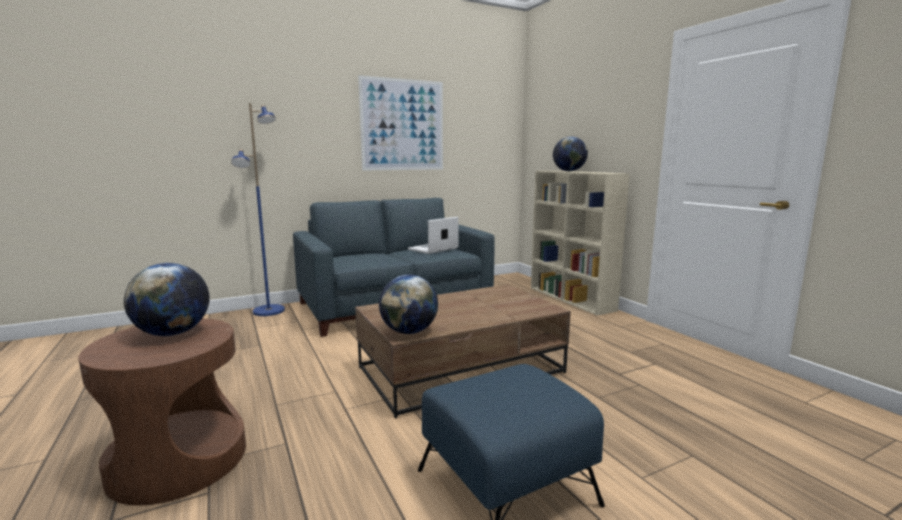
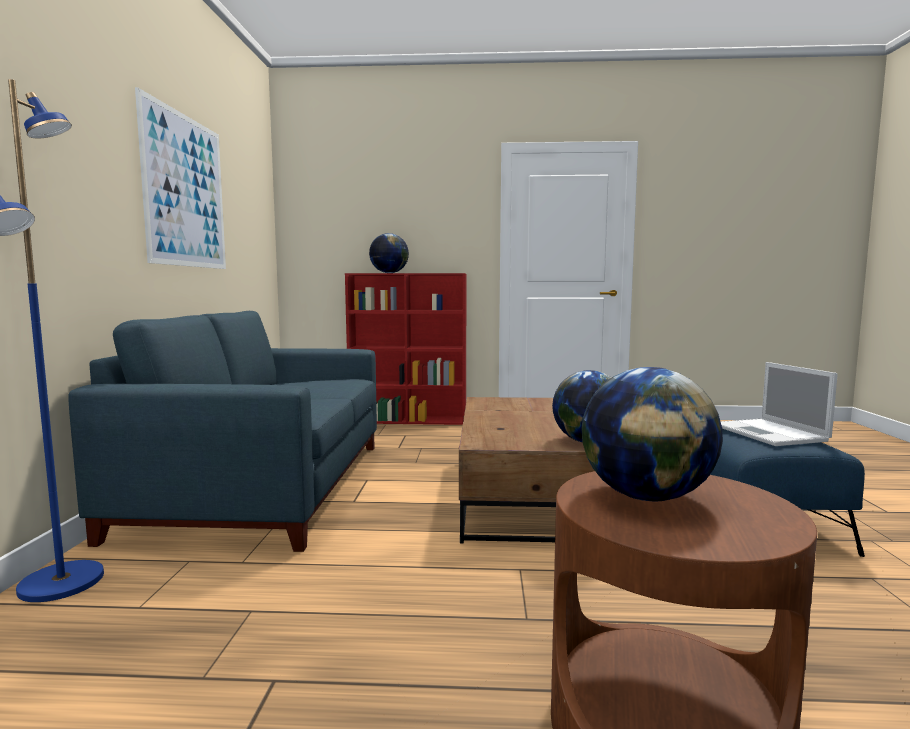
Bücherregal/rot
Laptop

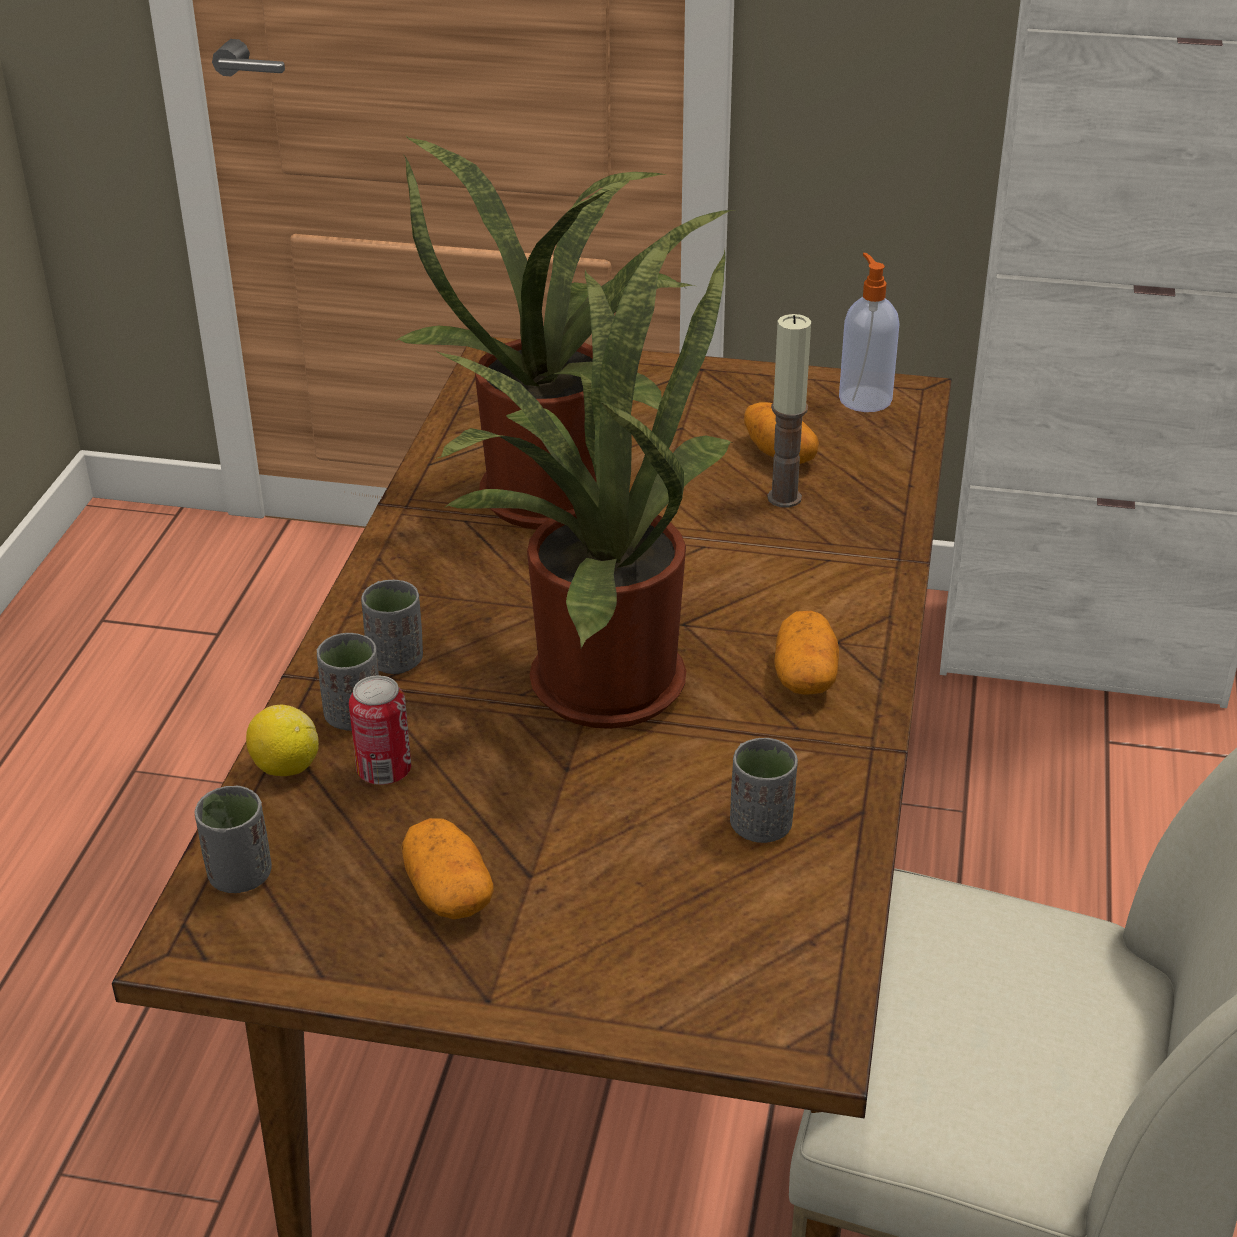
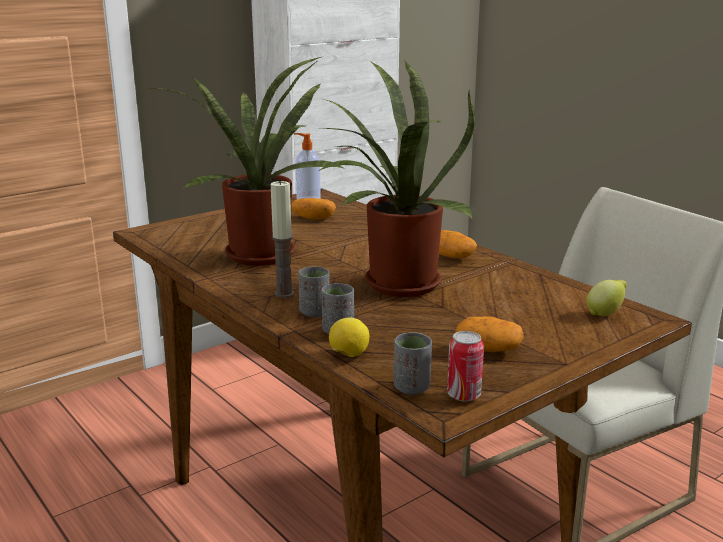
Kerze
Dose
Tasse/grau (4th from left in the first image)
Zitrone (2nd from left)

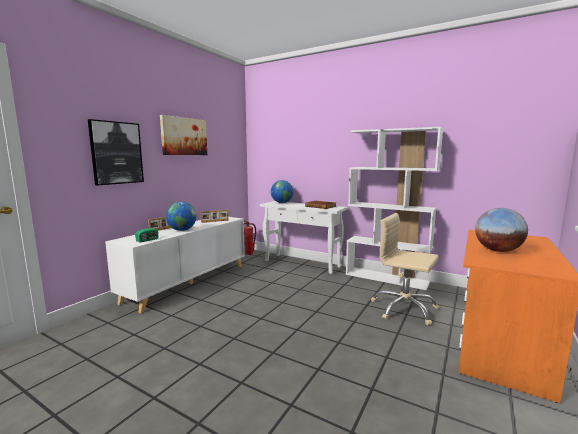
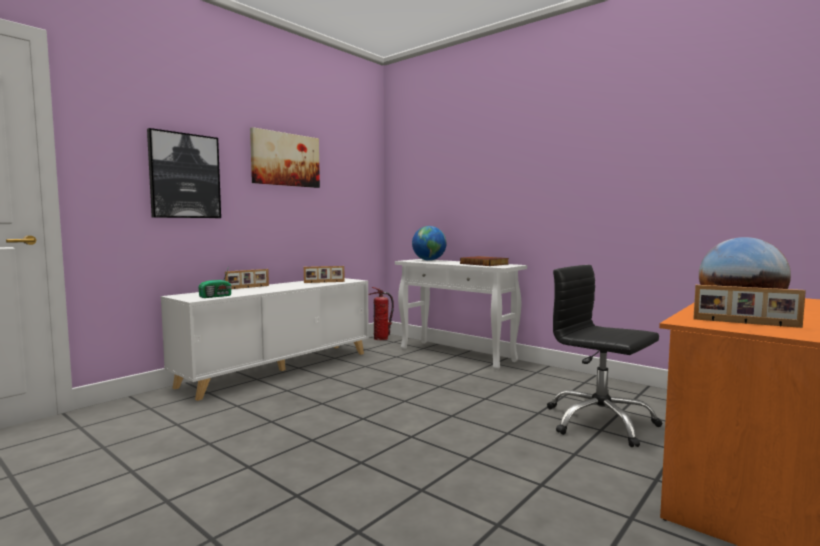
Bücherregal/weiß
Globus (1st from left in the first image)
Bürostuhl/schwarz
Bilderrahmen (3rd from left)

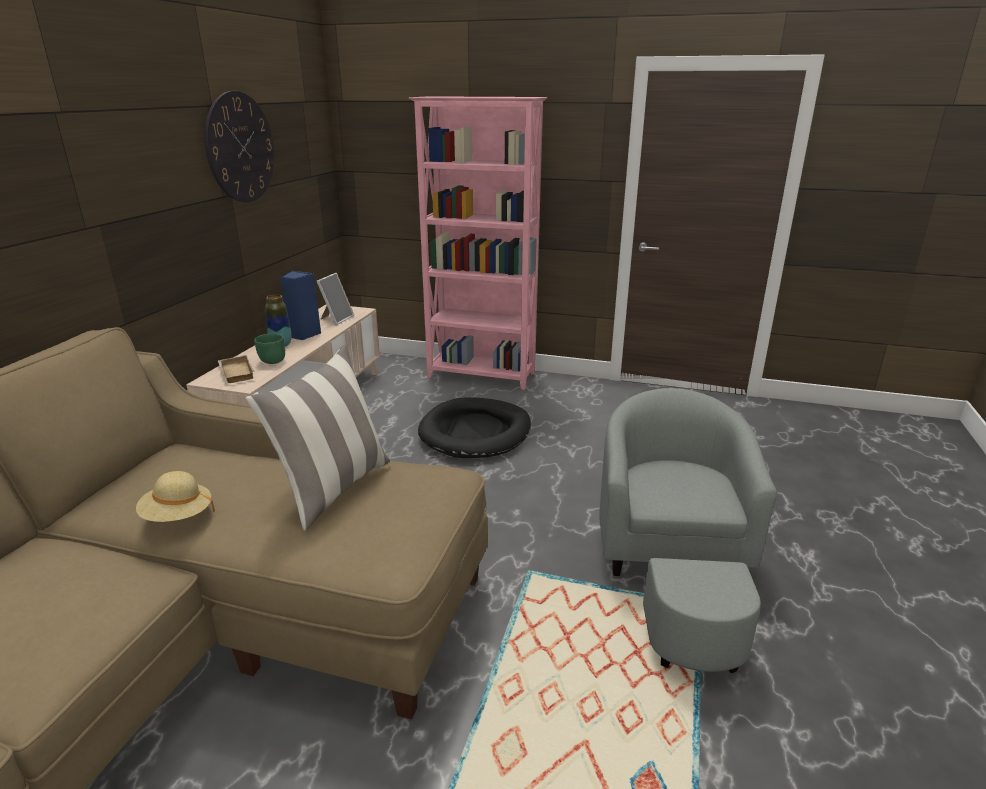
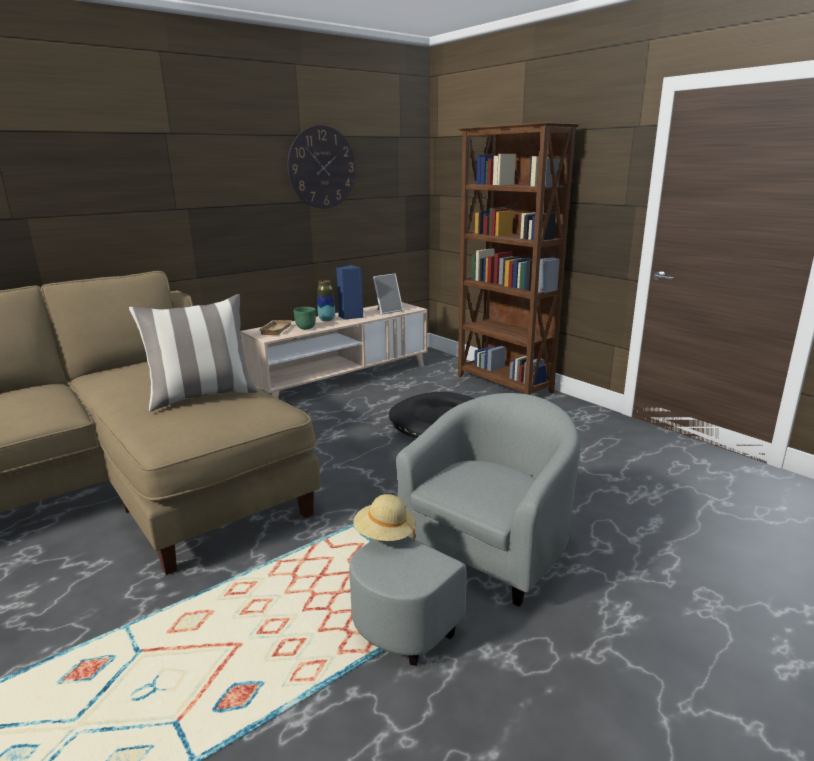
Bücherregal/braun
Hut/beige

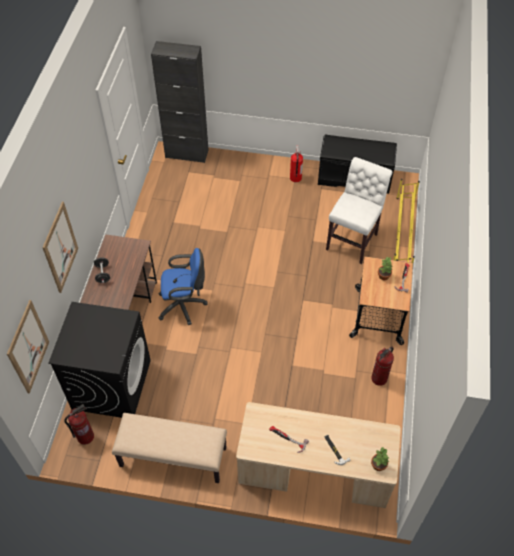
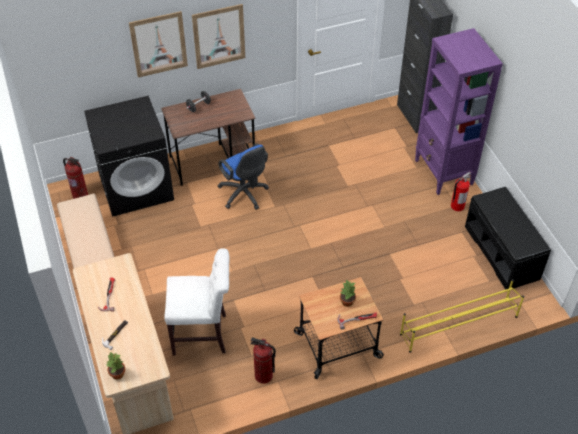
Stuhl/weiß
Bild (2nd from left)
Bücherregal/lila

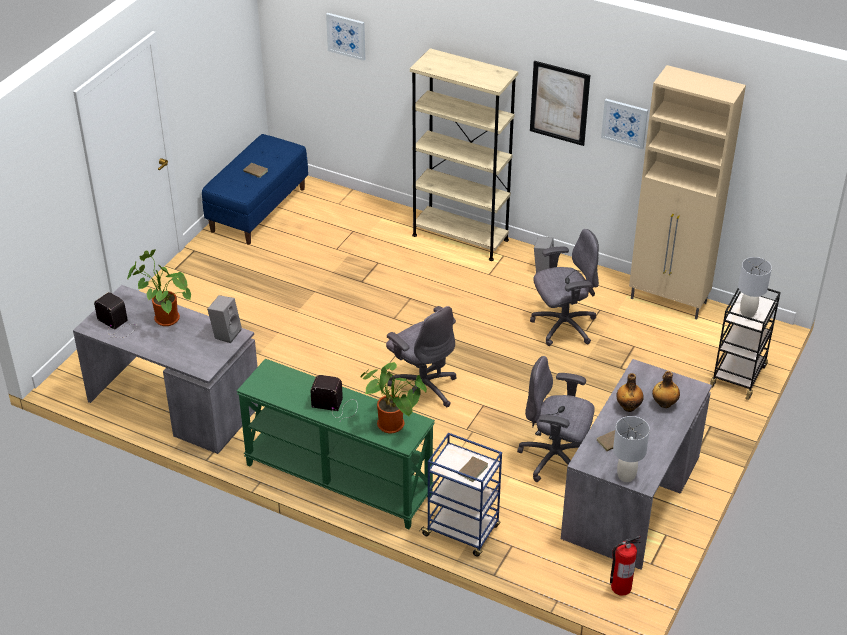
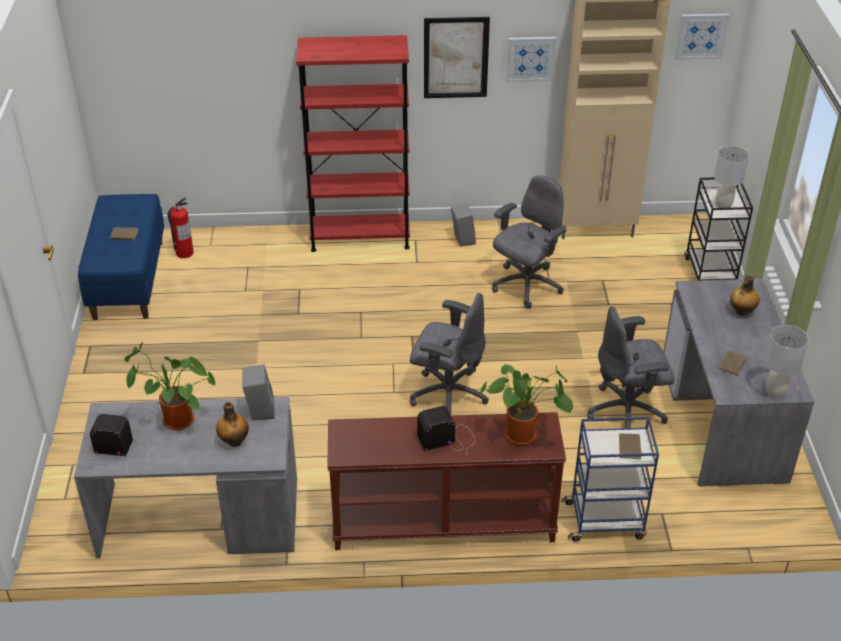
Bild (3rd from left)
Bücherregal/rot
Konsolentisch/braun
Flasche (1st from left)
Feuerlöscher

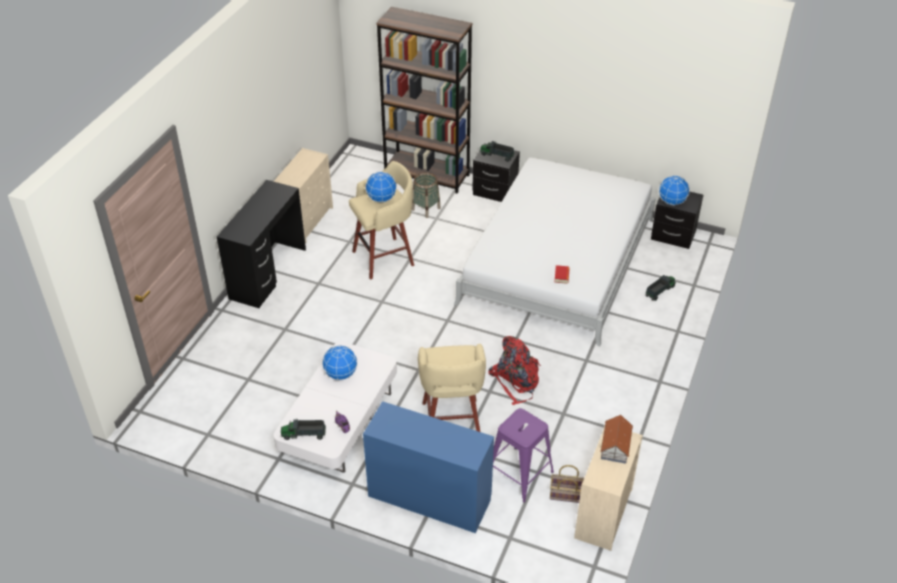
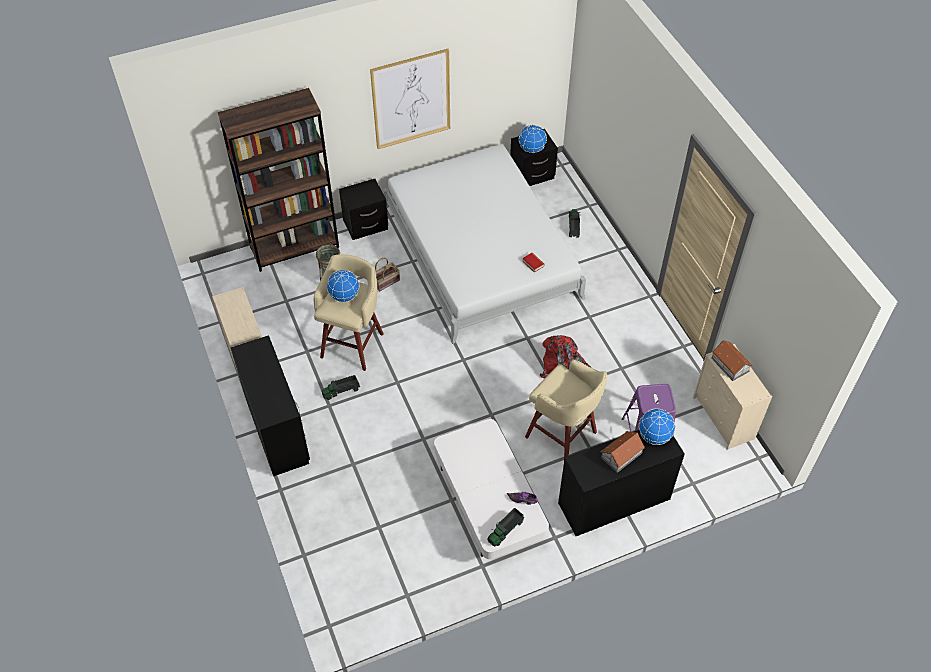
Spielzeuglaster (1st from left)
Globus (3rd from left)
Schreibtisch/schwarz (2nd from left)
Korb (2nd from left)
Bild
Spielzeughaus (1st from left)

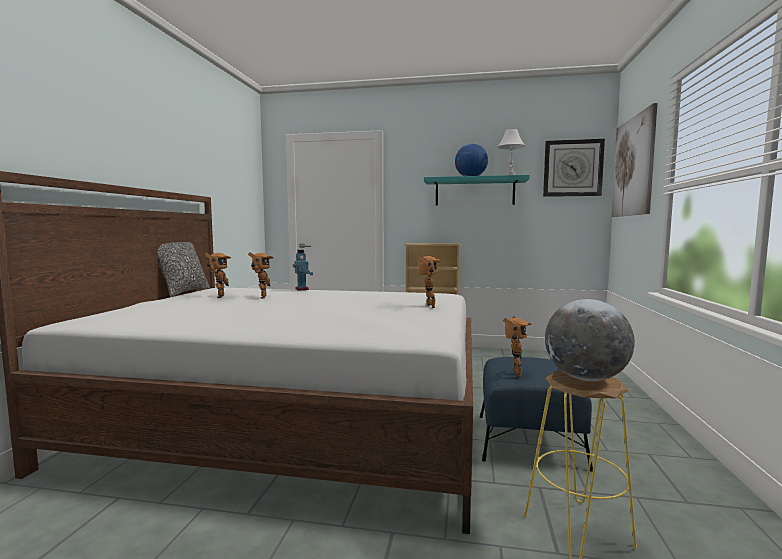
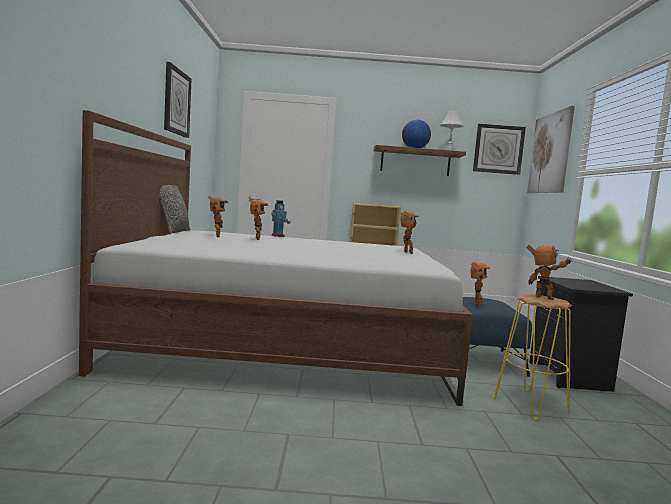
Wandregal/braun
Spielzeugroboter (6th from left)
Wanduhr (1st from left)
Nachttisch/schwarz

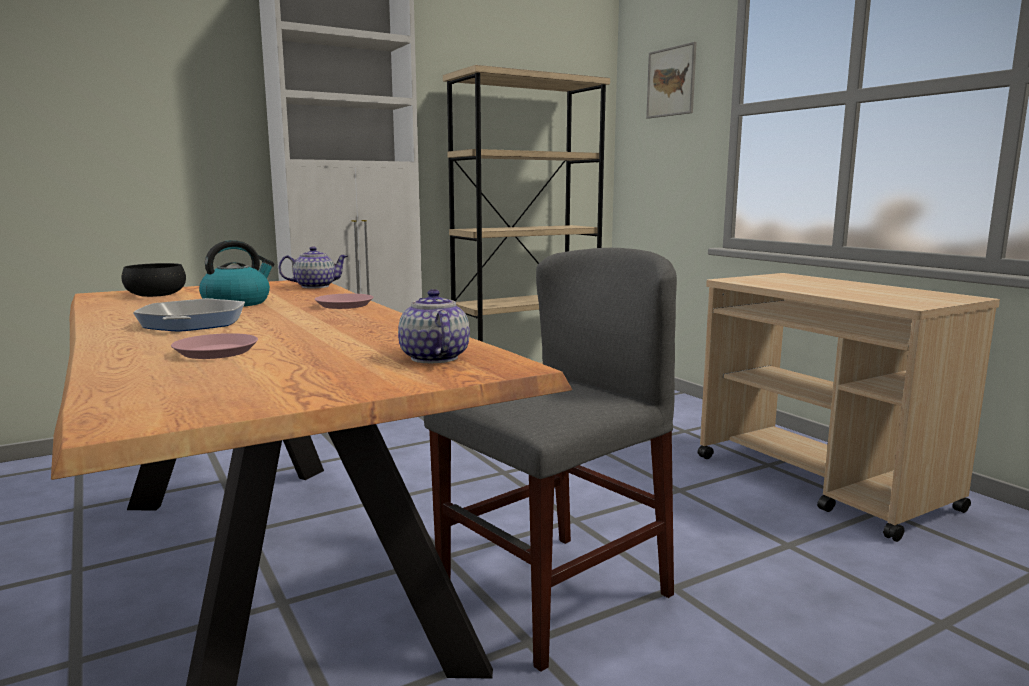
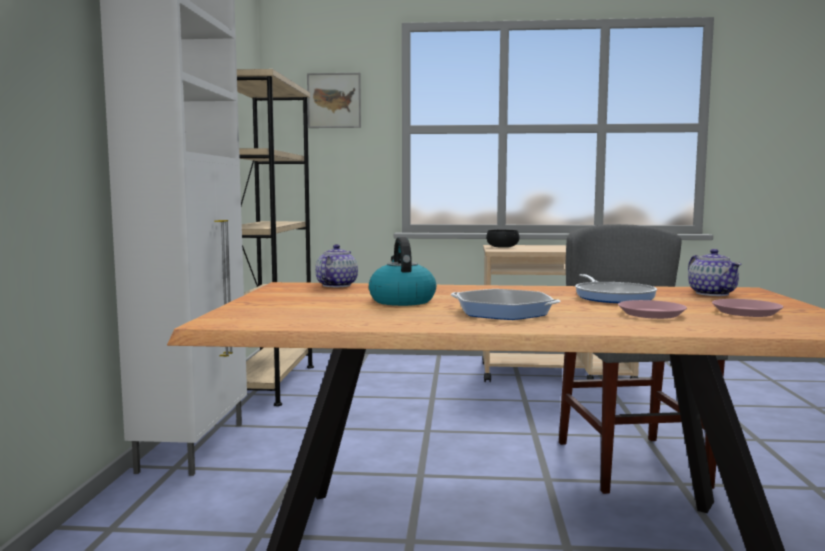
Schüssel/schwarz
Teekanne (2nd from left)
Teller/rosa (2nd from left)
Pfanne (2nd from left)

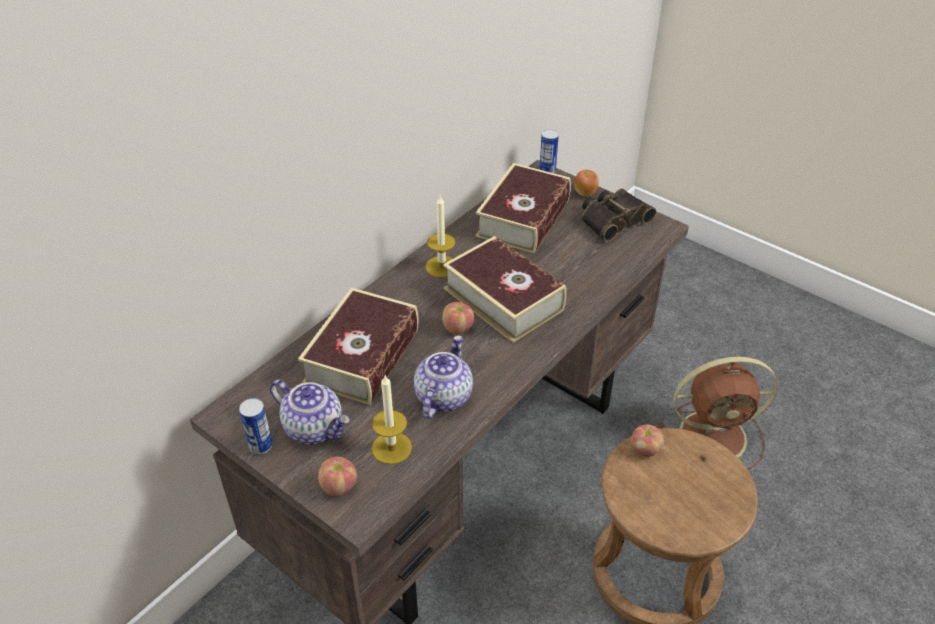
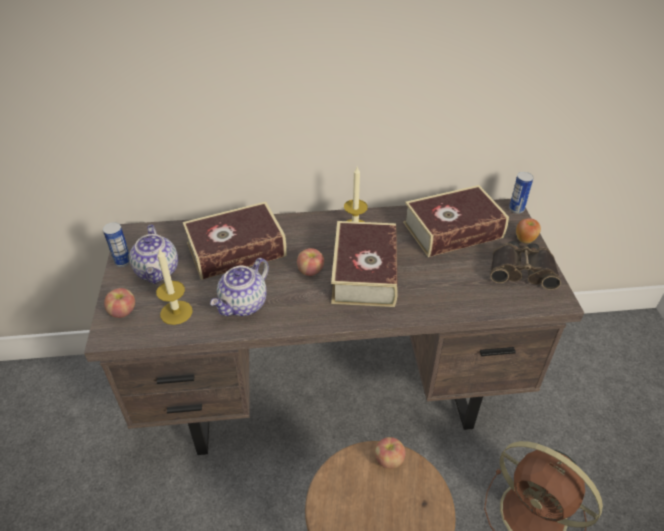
Teekanne (2nd from left)

